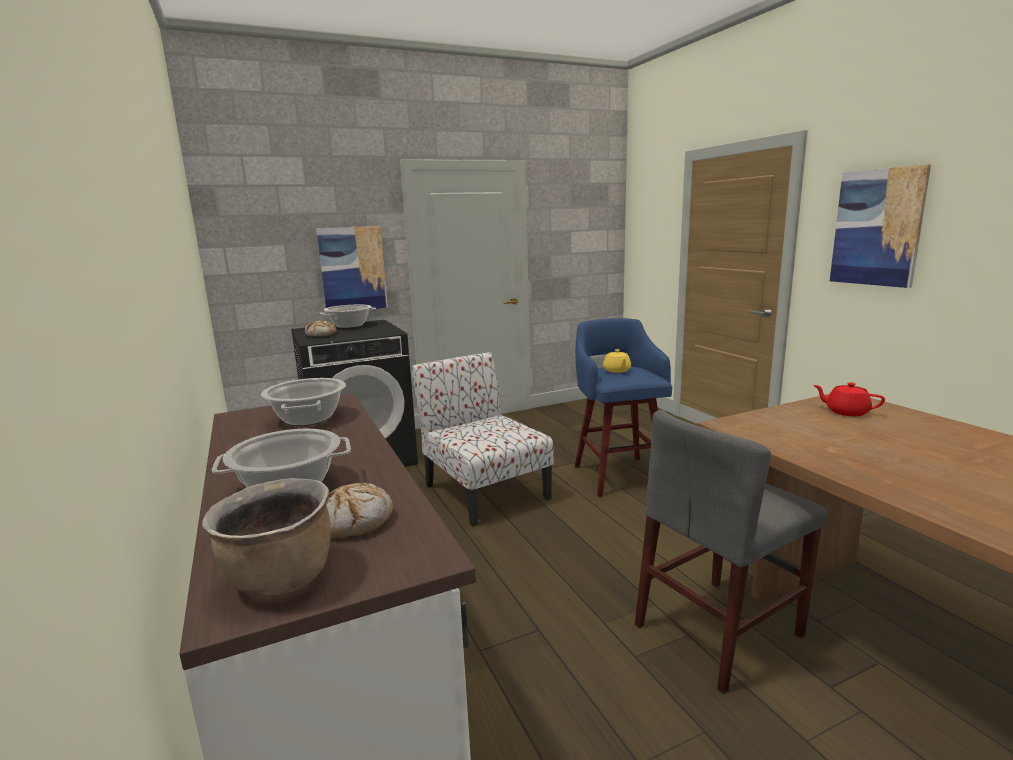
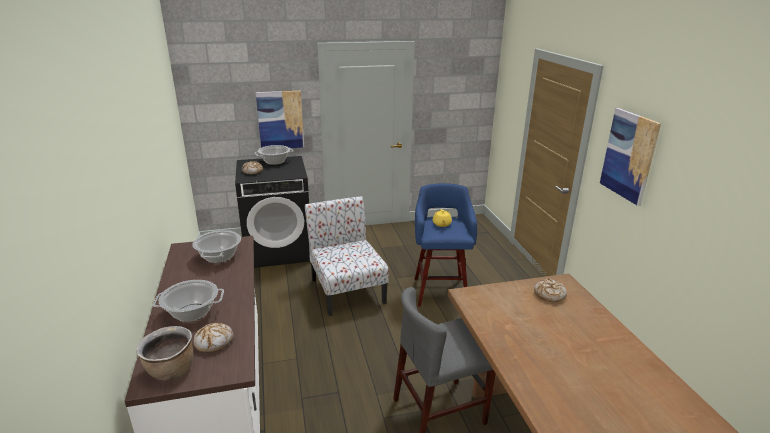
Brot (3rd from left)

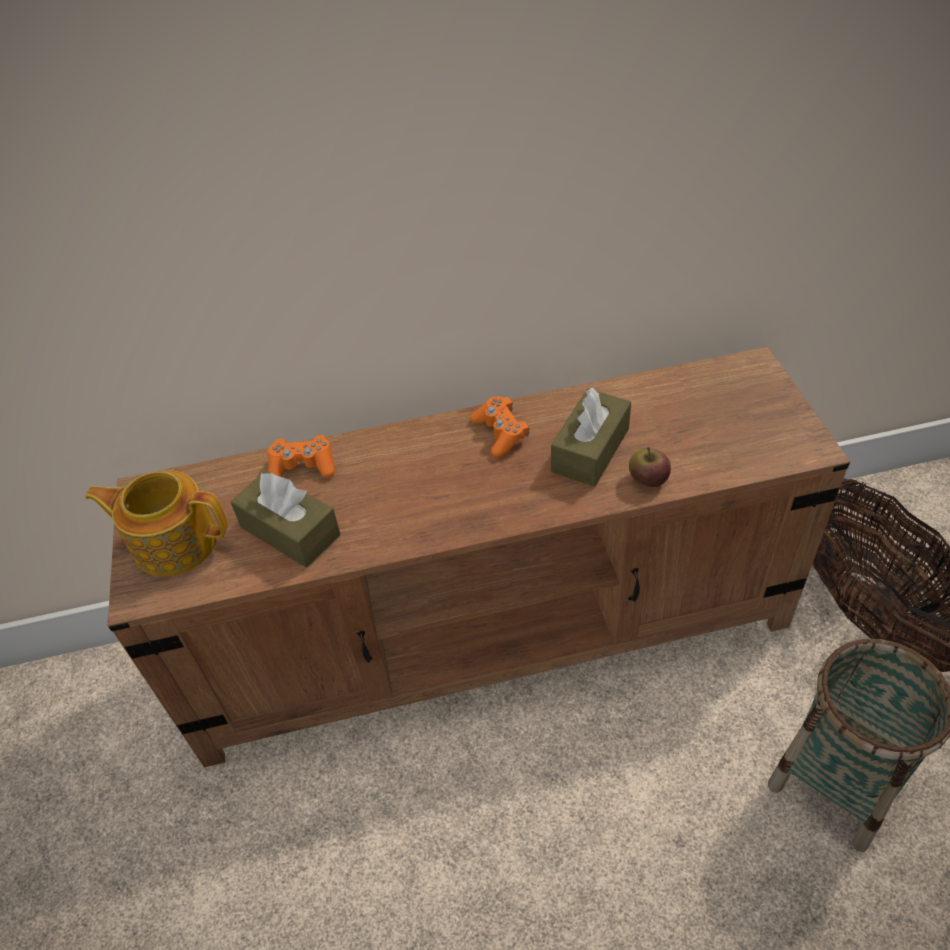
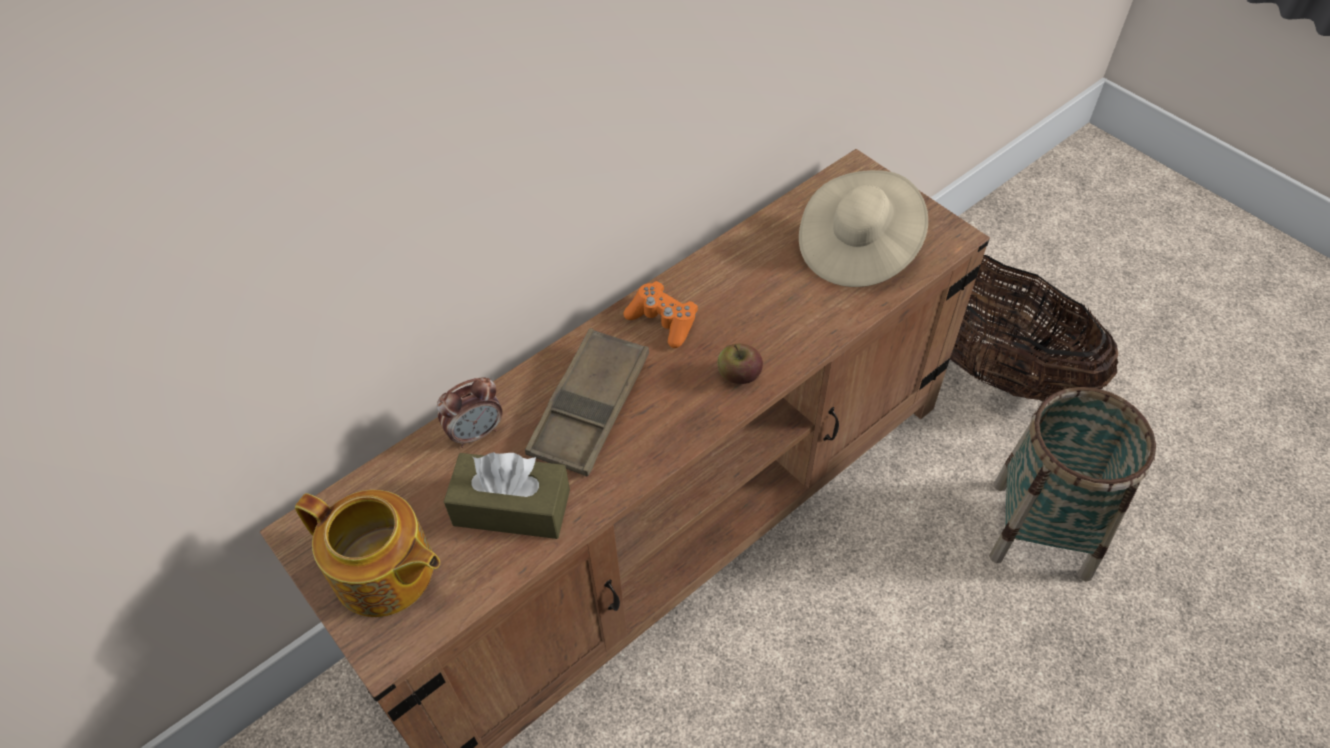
Taschentuchbox/braun (2nd from left in the first image)
Wecker
Apfel
Teekanne
Hut/beige
Tablett/braun

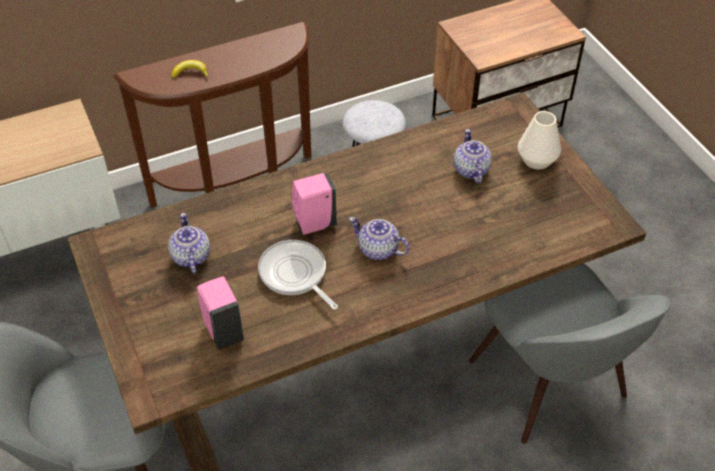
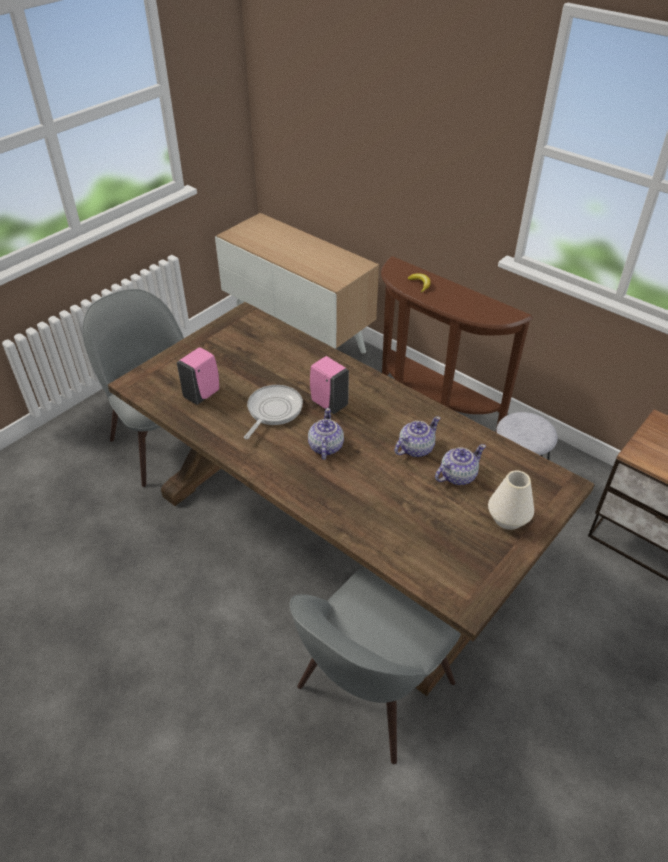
Teekanne (2nd from left)

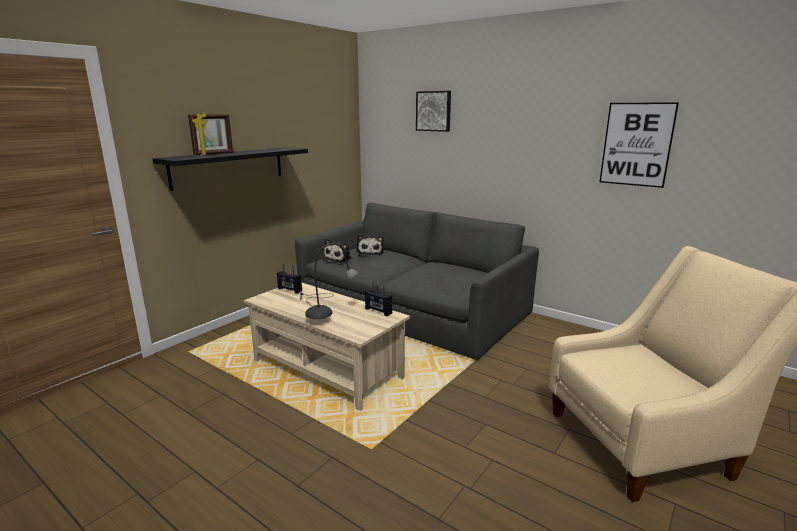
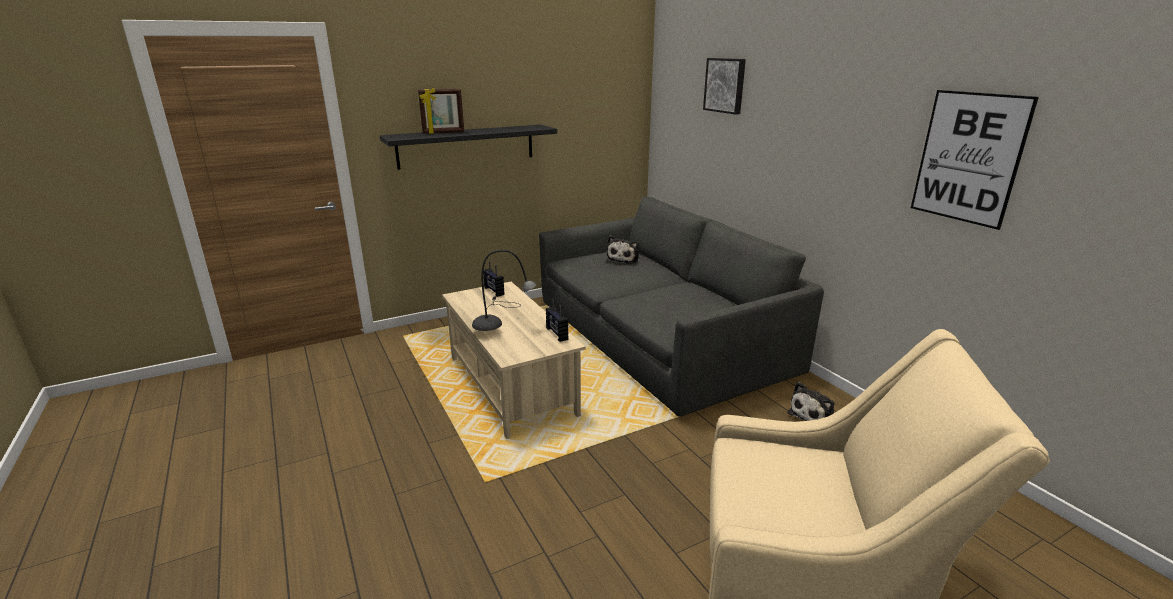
Plüschtier (2nd from left)

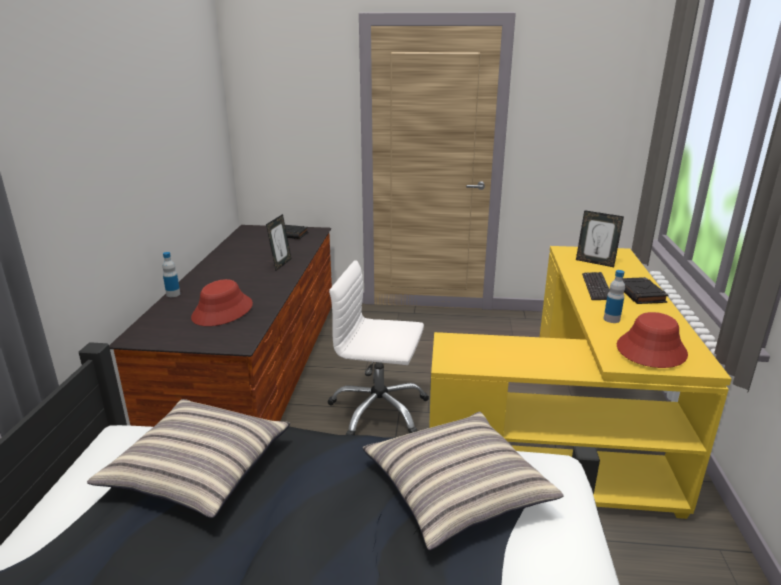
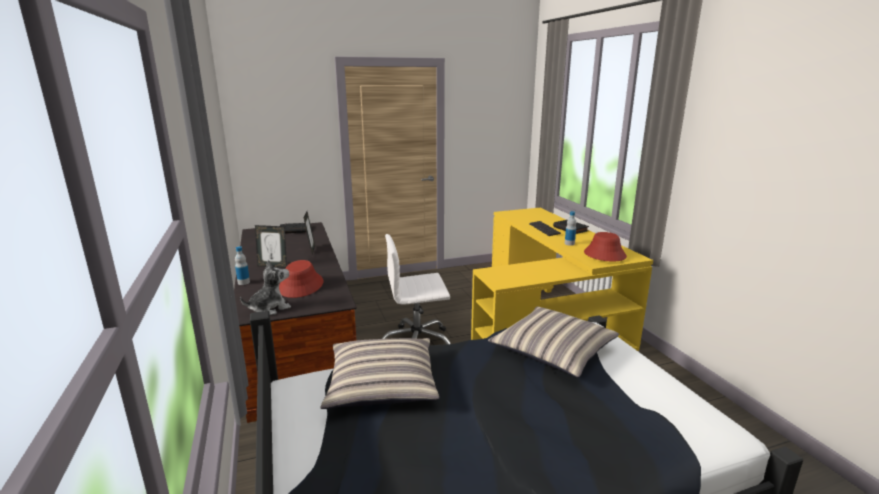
Bilderrahmen (1st from left)
Plüschtier

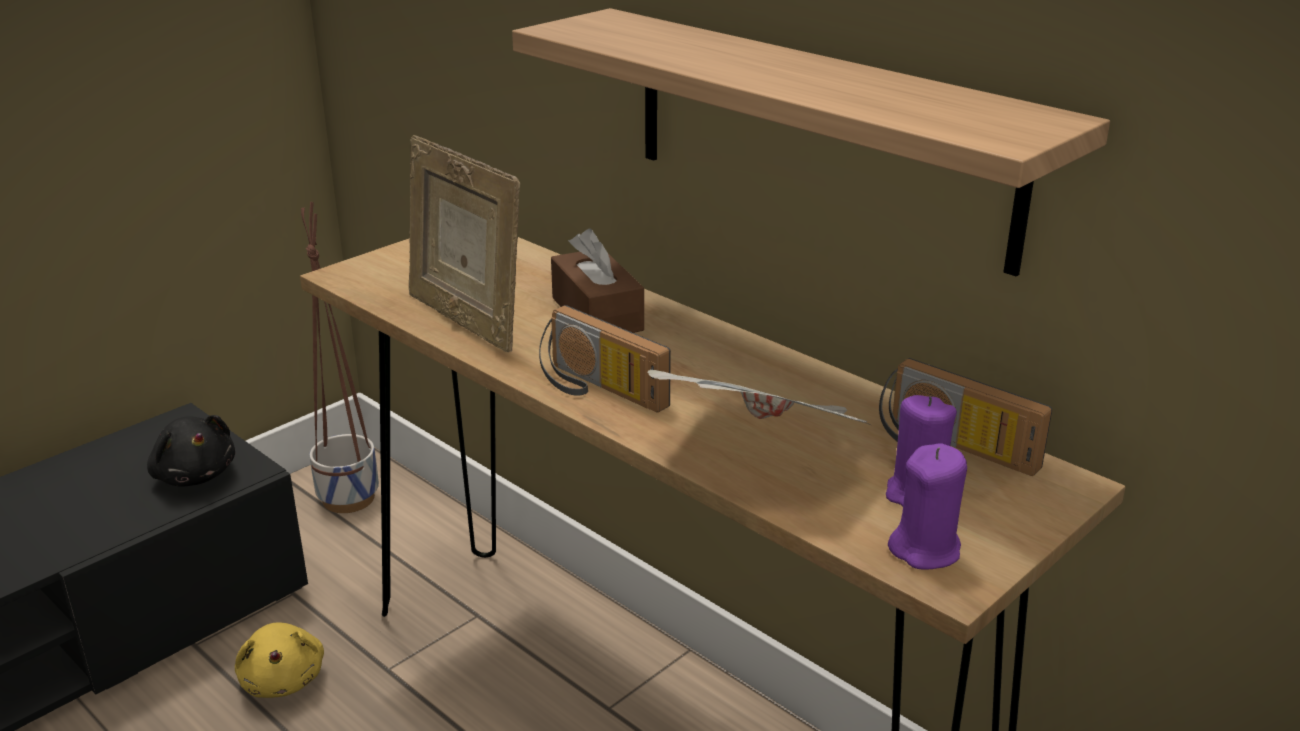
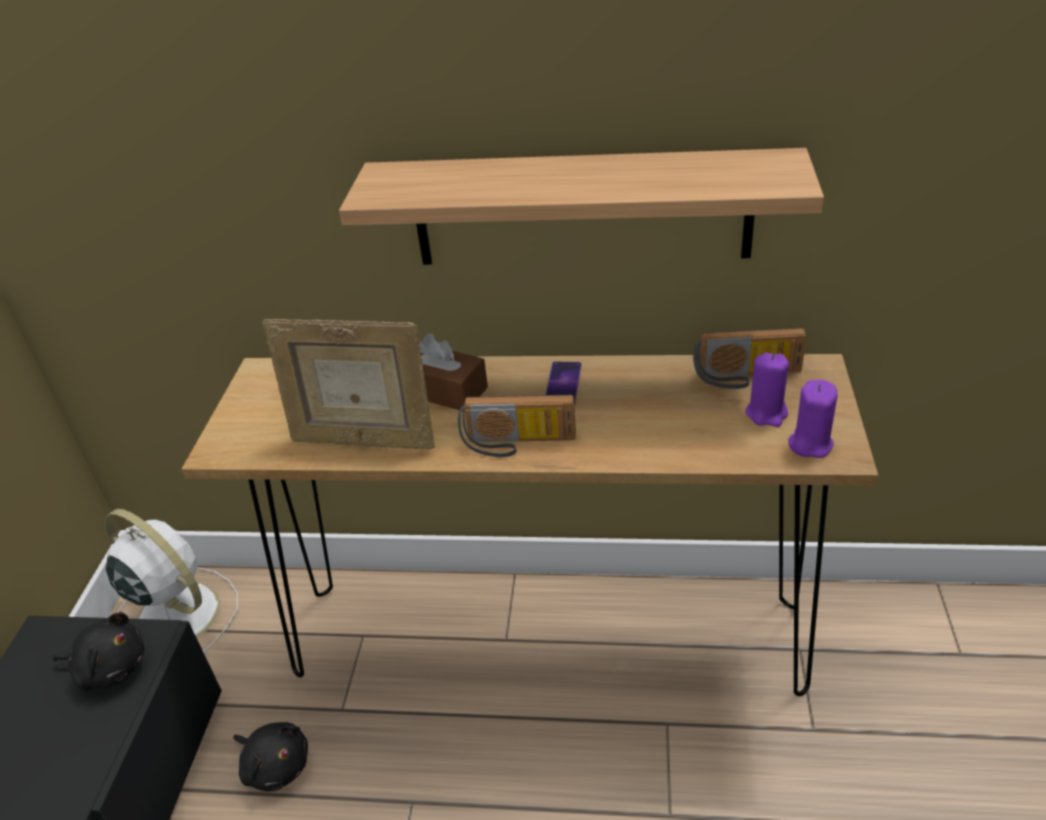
Ventilator/weiß
Zeitung
Plüschtier/schwarz (2nd from left)
Handy

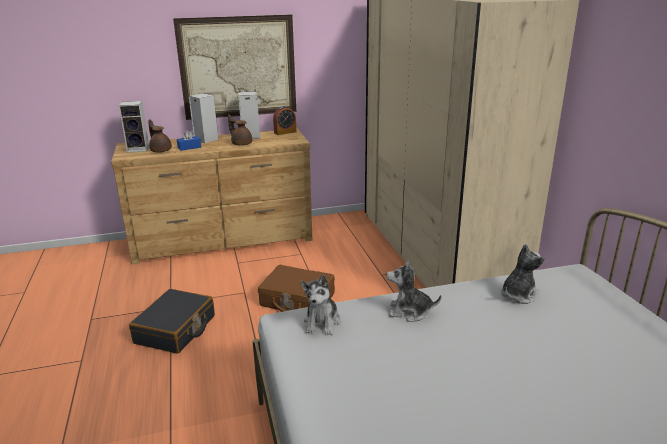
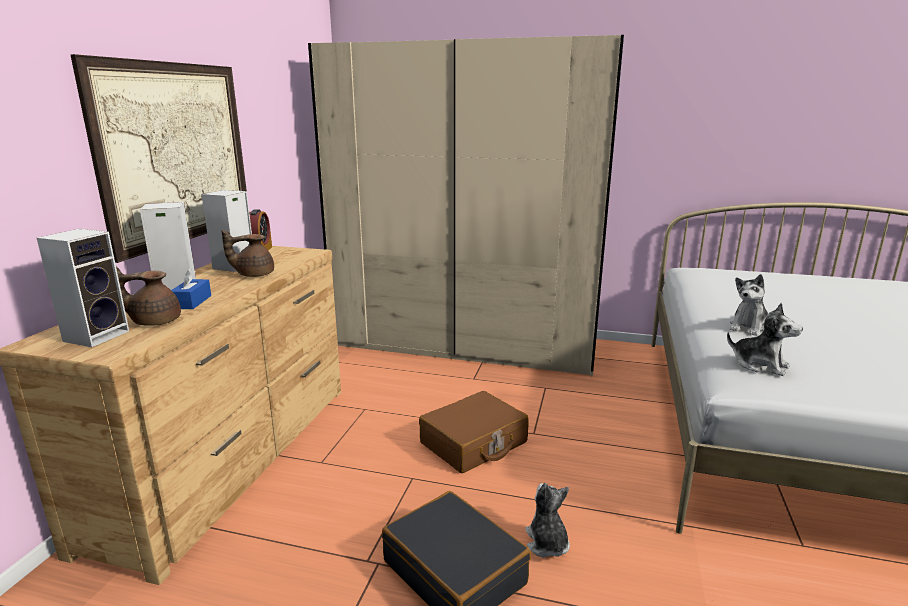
Plüschtier (1st from left)

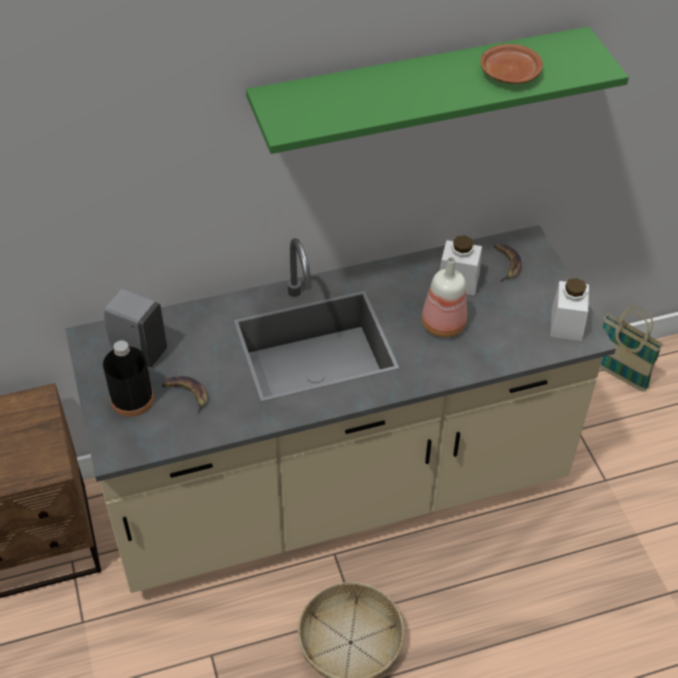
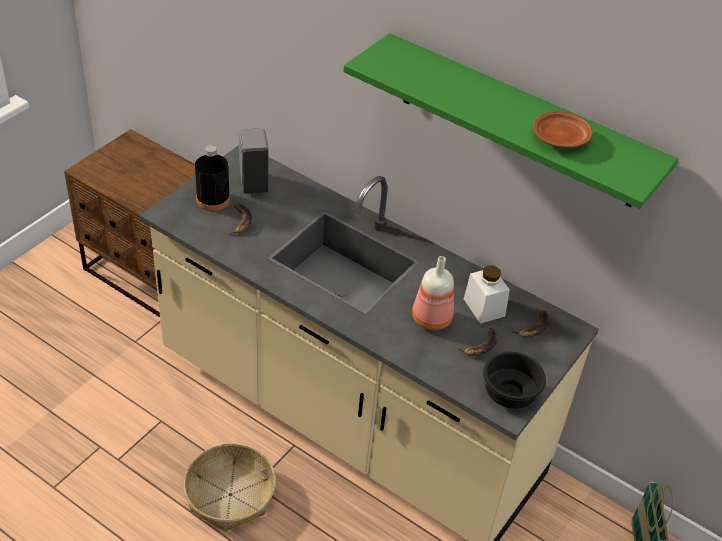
Schüssel/schwarz
Banane (2nd from left)

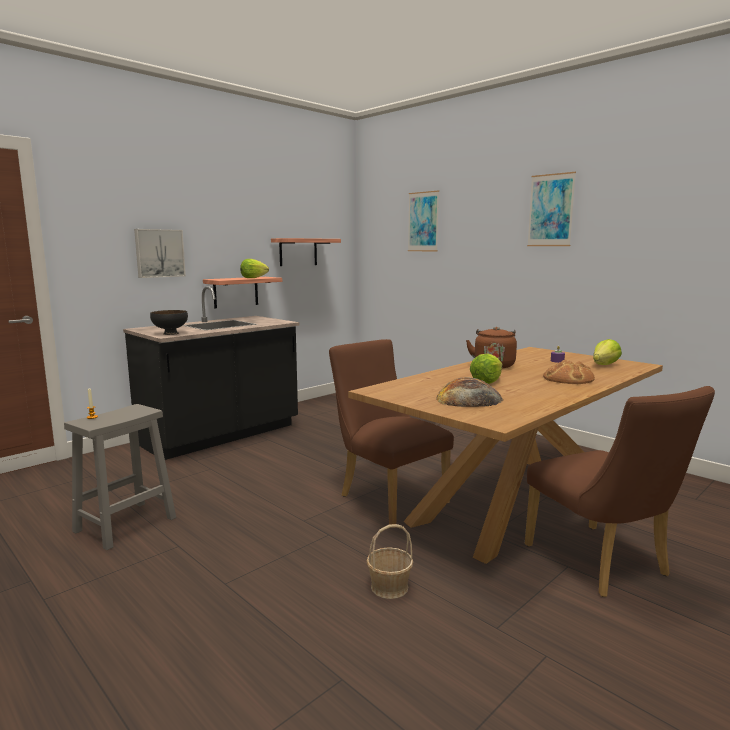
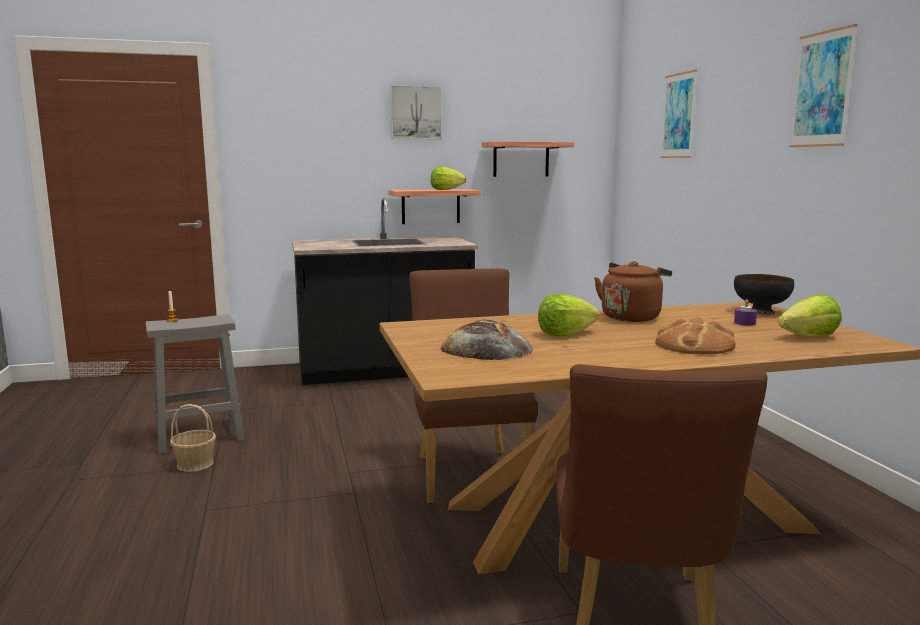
Bild (1st from left)
Schüssel/schwarz
Korb

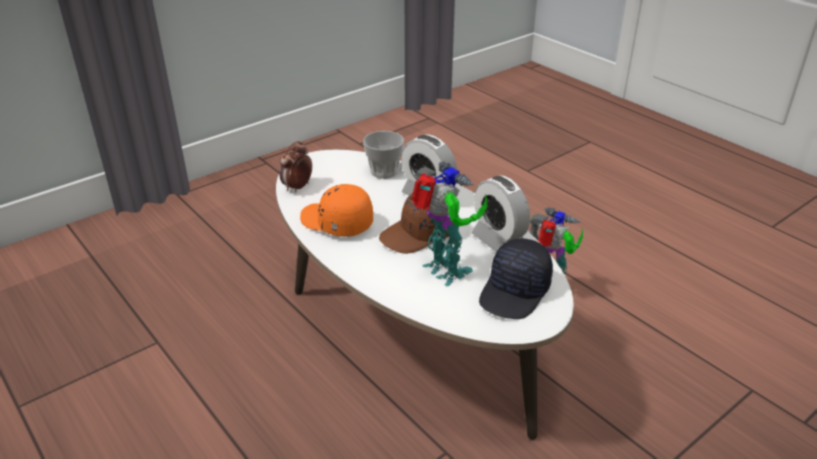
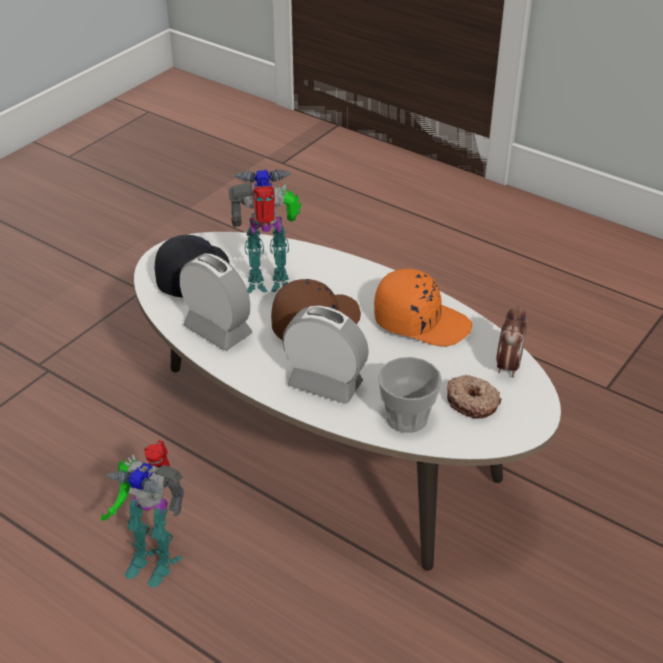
Spielzeugroboter (2nd from left)
Donut

